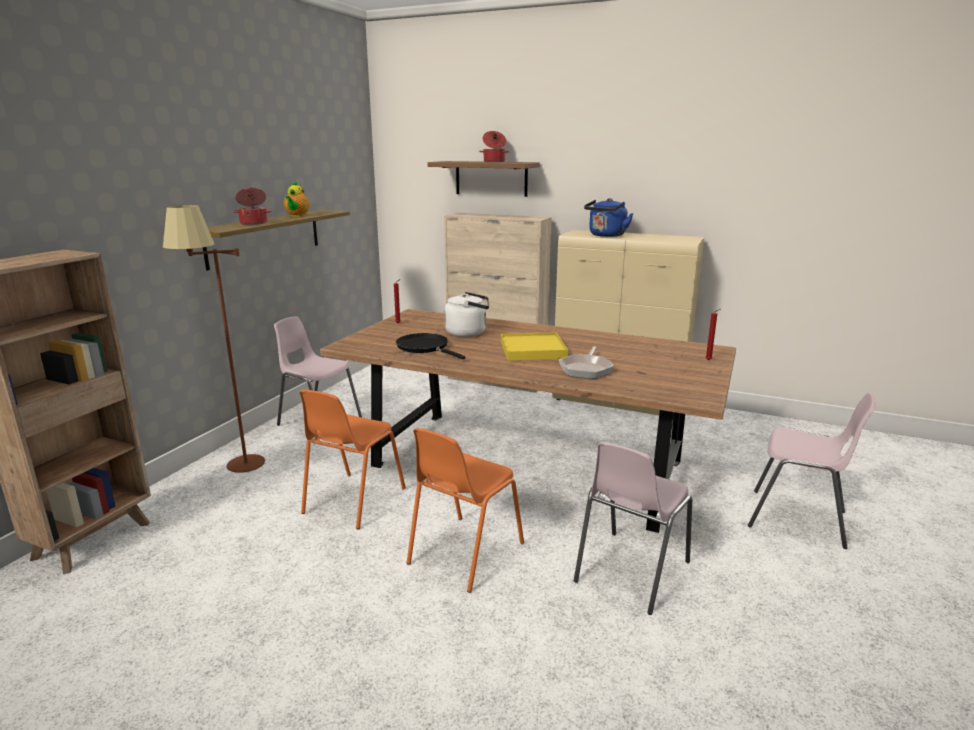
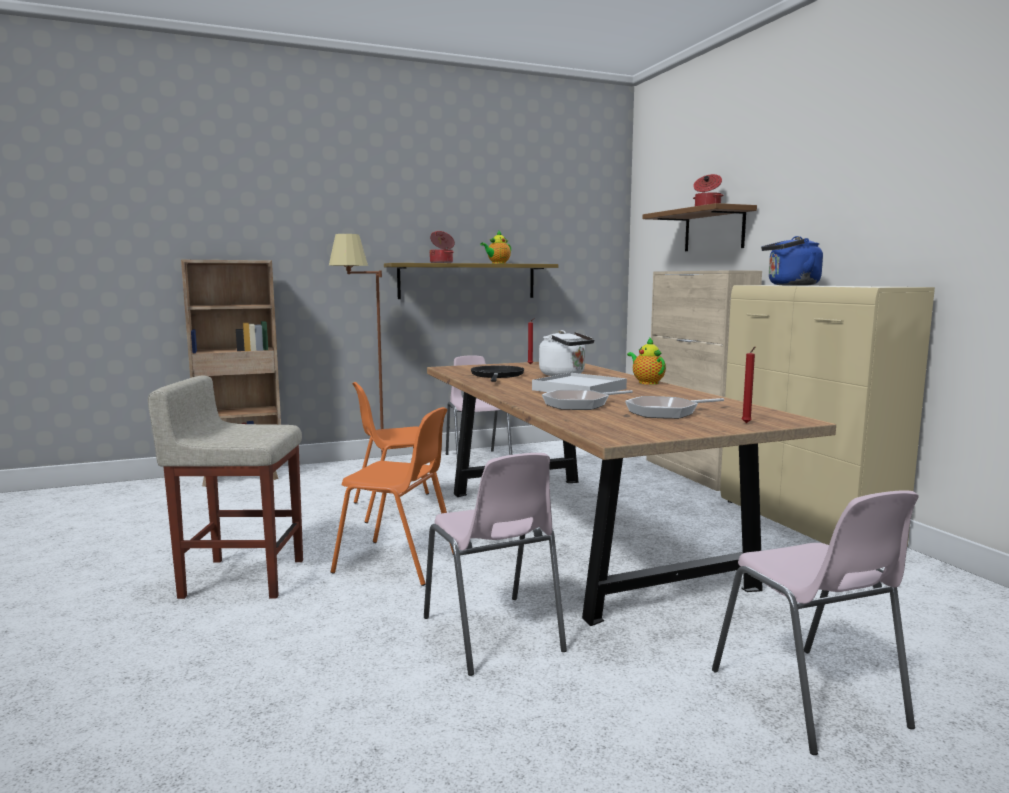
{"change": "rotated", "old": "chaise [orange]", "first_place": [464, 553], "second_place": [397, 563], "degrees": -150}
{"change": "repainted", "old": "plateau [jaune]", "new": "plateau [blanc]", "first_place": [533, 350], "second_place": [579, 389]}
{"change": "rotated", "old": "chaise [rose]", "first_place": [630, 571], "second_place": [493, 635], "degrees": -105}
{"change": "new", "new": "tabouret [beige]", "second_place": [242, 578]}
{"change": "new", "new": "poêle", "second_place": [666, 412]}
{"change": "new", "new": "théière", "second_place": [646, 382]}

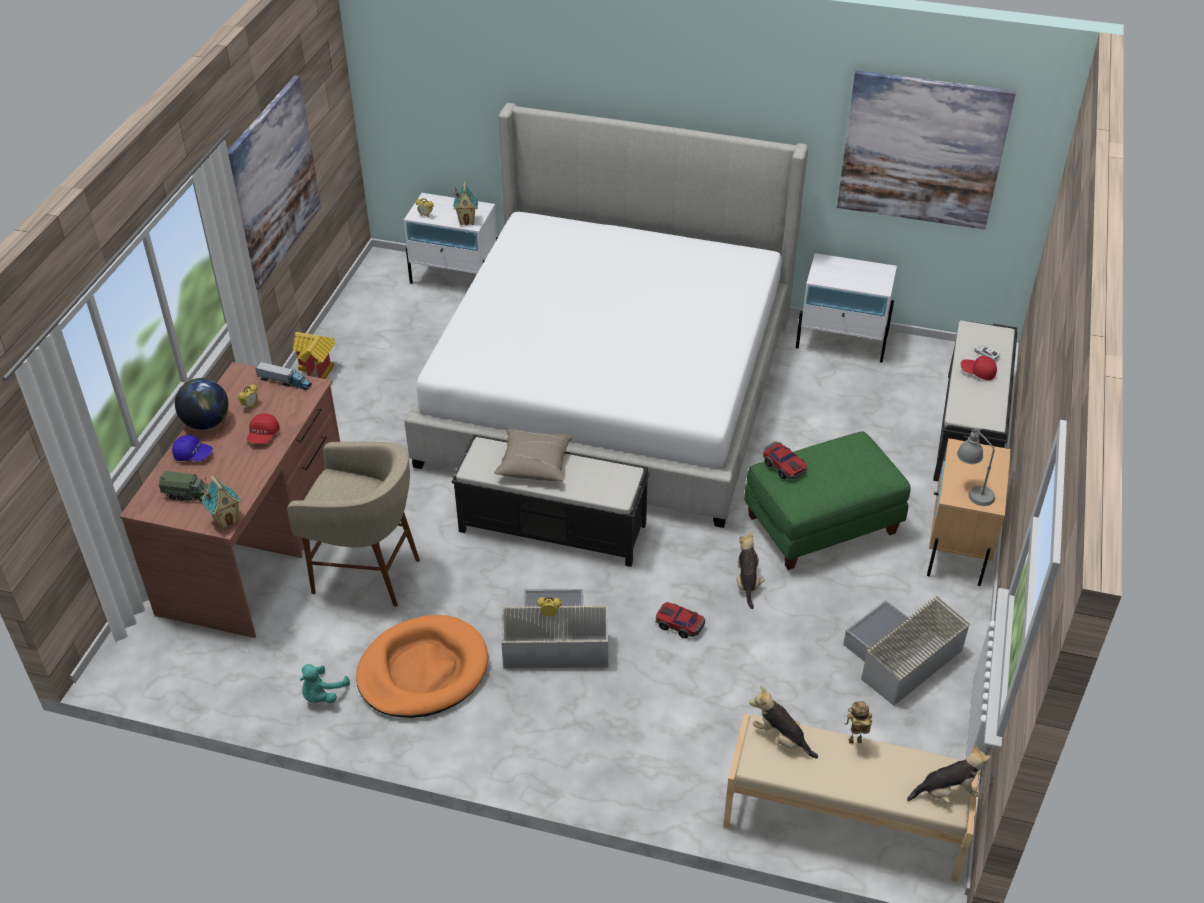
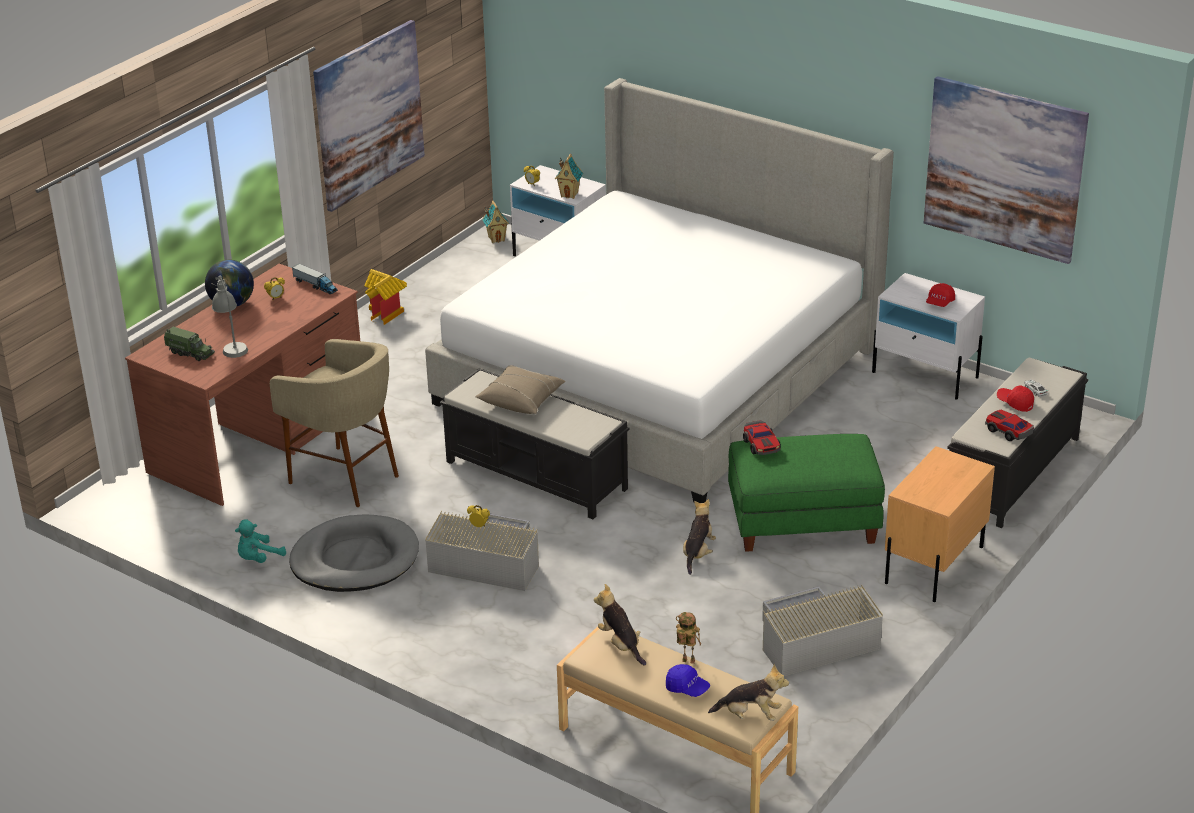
{"change": "shifted", "old": "casquette [bleu]", "first_place": [193, 455], "second_place": [687, 688]}
{"change": "shifted", "old": "maison miniature", "first_place": [226, 519], "second_place": [496, 239]}
{"change": "shifted", "old": "casquette [rouge]", "first_place": [263, 435], "second_place": [939, 302]}
{"change": "repainted", "old": "panier pour chien [orange]", "new": "panier pour chien [gris]", "first_place": [423, 671], "second_place": [355, 559]}
{"change": "shifted", "old": "petite voiture", "first_place": [679, 624], "second_place": [1008, 431]}
{"change": "shifted", "old": "lampe de table [gris]", "first_place": [971, 491], "second_place": [231, 346]}

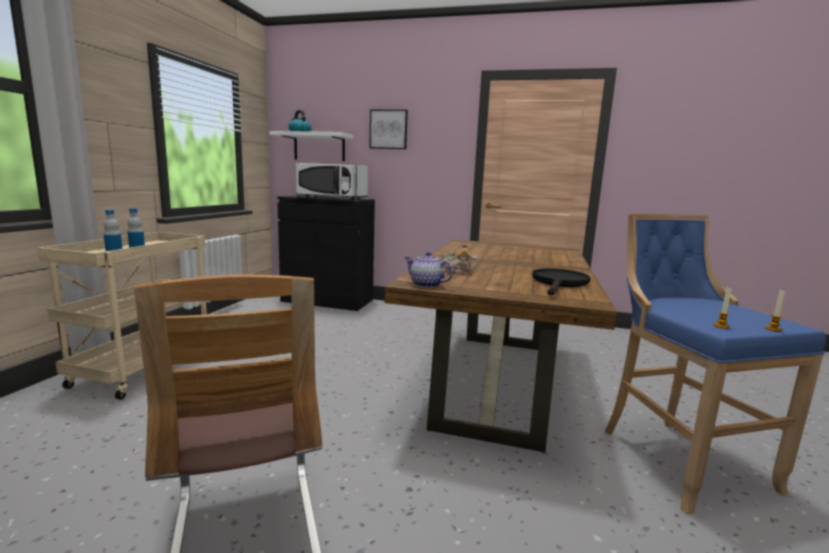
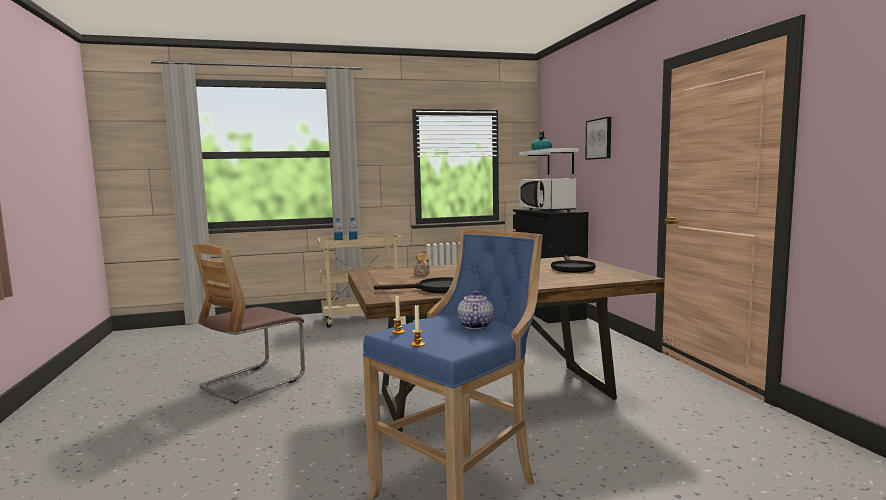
{"change": "shifted", "old": "théière", "first_place": [426, 285], "second_place": [474, 326]}
{"change": "new", "new": "poêle [noir]", "second_place": [571, 268]}

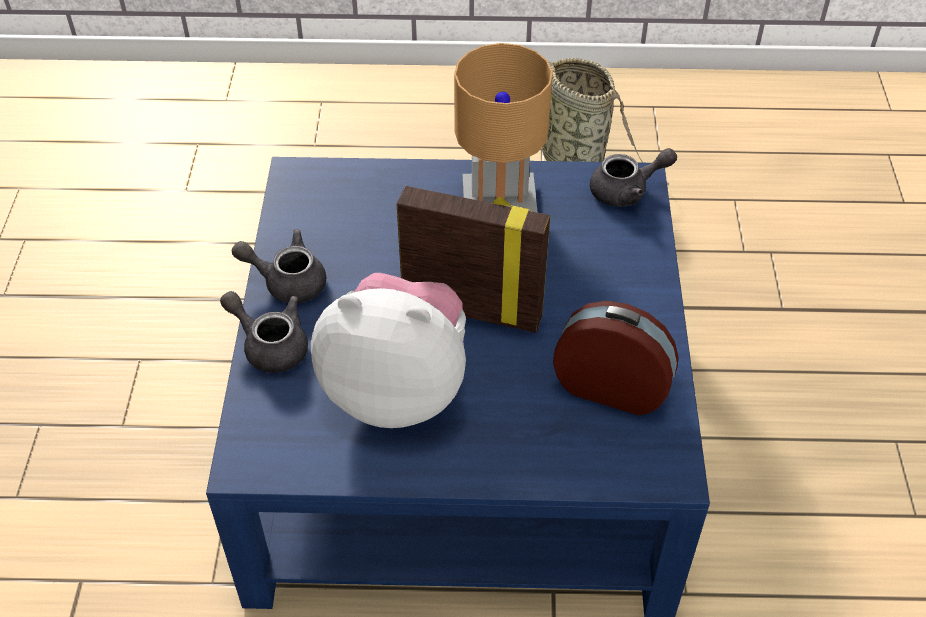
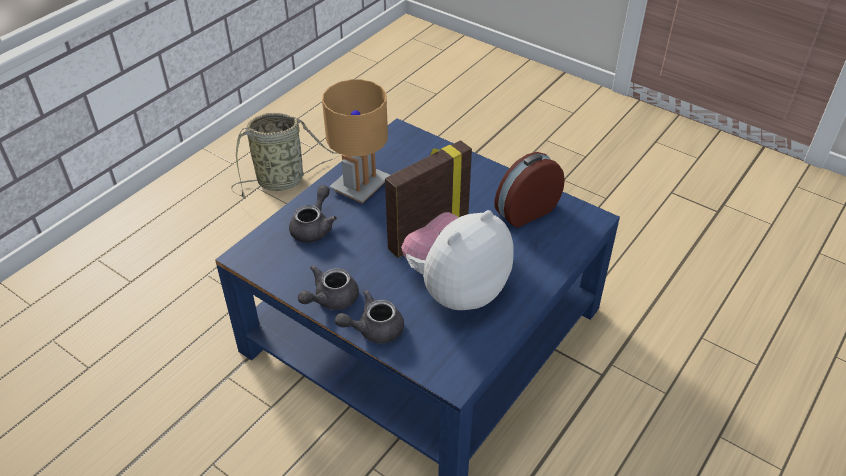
{"change": "shifted", "old": "théière [gris]", "first_place": [627, 191], "second_place": [314, 227]}

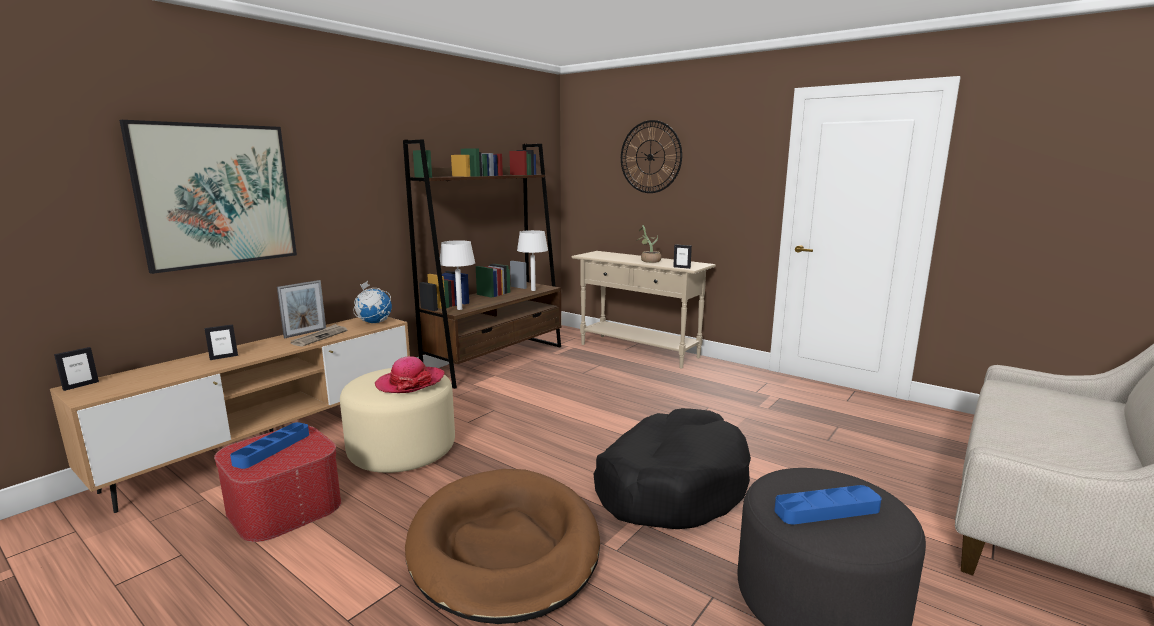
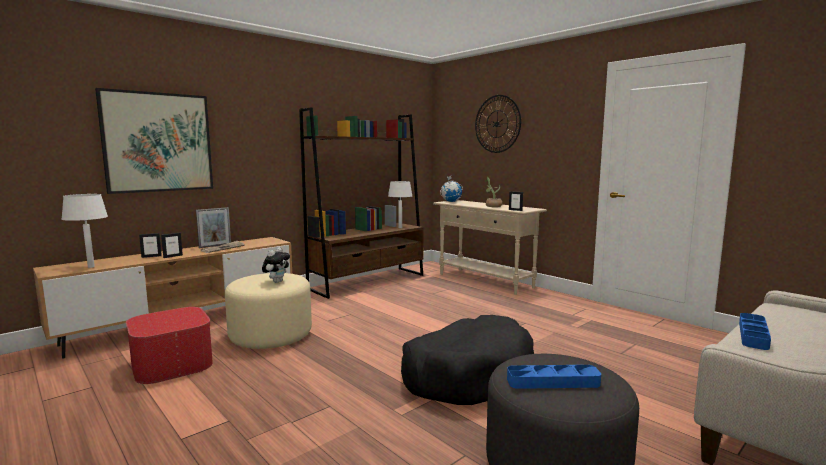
{"change": "shifted", "old": "cadre photo", "first_place": [81, 385], "second_place": [173, 256]}
{"change": "shifted", "old": "plateau [bleu]", "first_place": [272, 448], "second_place": [753, 334]}
{"change": "shifted", "old": "globe", "first_place": [374, 322], "second_place": [451, 202]}
{"change": "swapped", "old": "chapeau", "new": "peluche", "first_place": [410, 382], "second_place": [277, 281]}
{"change": "gone", "old": "panier pour chien [marron]", "first_place": [504, 547]}
{"change": "shifted", "old": "lampe de table [blanc]", "first_place": [460, 309], "second_place": [91, 267]}

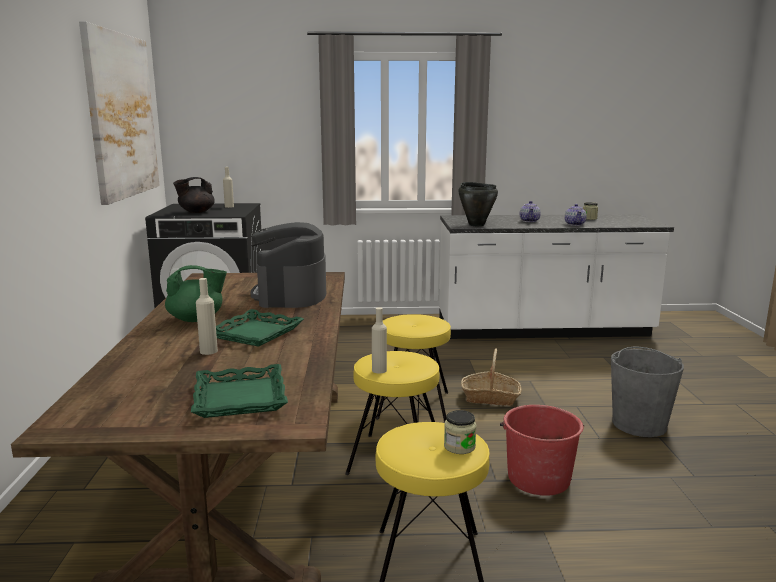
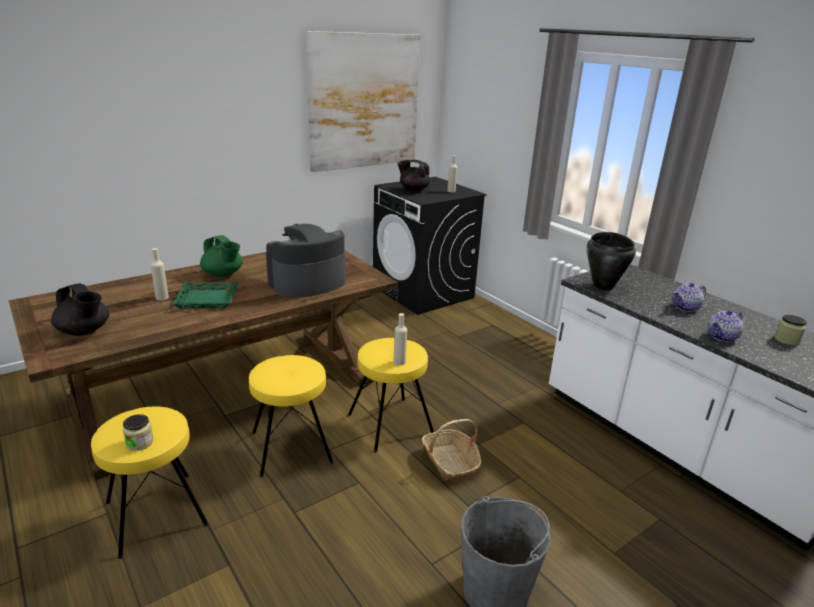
{"change": "swapped", "old": "plateau [vert]", "new": "théière [noir]", "first_place": [241, 398], "second_place": [84, 331]}
{"change": "shifted", "old": "bouteille [beige]", "first_place": [379, 370], "second_place": [399, 362]}
{"change": "gone", "old": "seau [rouge]", "first_place": [538, 478]}

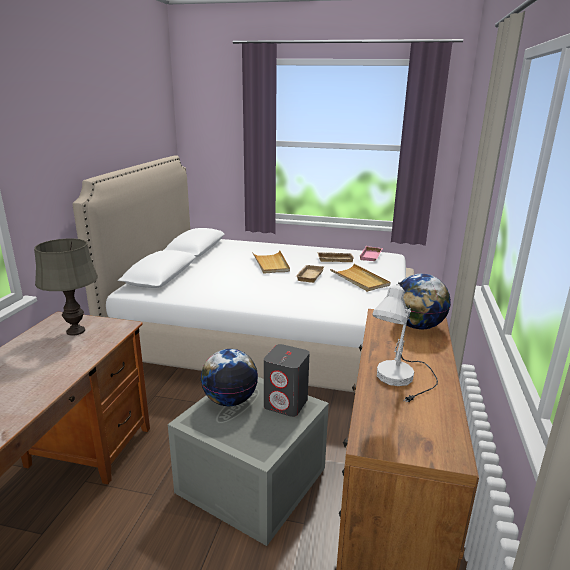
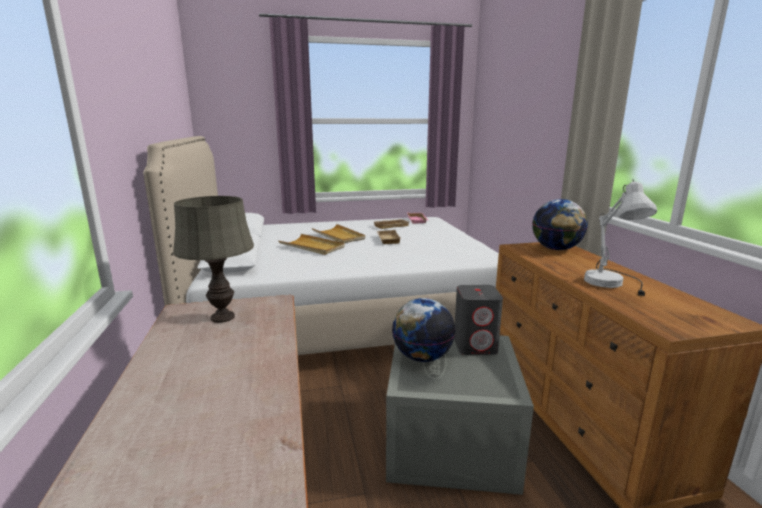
{"change": "shifted", "old": "plateau [beige]", "first_place": [359, 280], "second_place": [312, 246]}

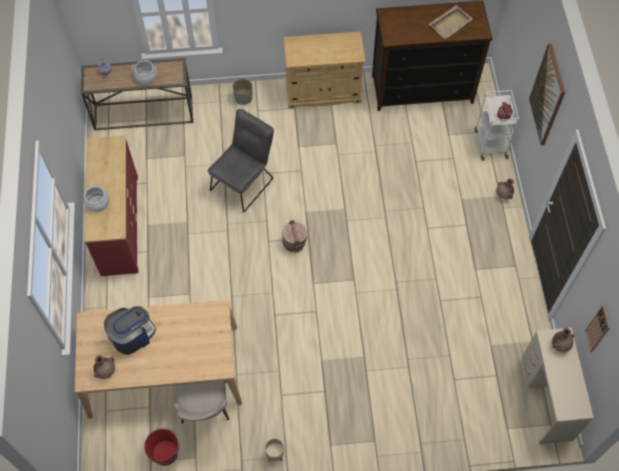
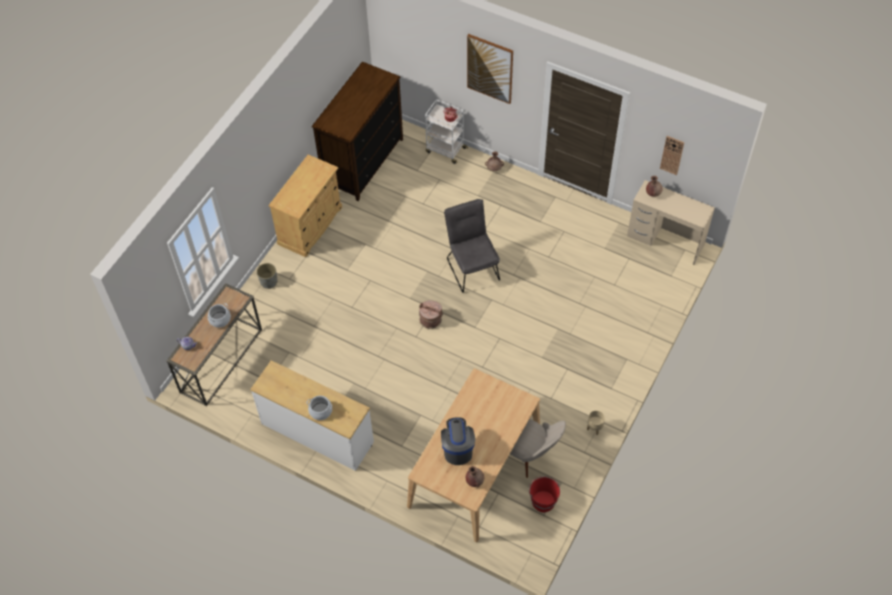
{"change": "repainted", "old": "commode [rouge]", "new": "commode [blanc]", "first_place": [119, 225], "second_place": [317, 433]}
{"change": "shifted", "old": "chaise [gris]", "first_place": [244, 181], "second_place": [471, 266]}
{"change": "gone", "old": "plateau [beige]", "first_place": [450, 23]}

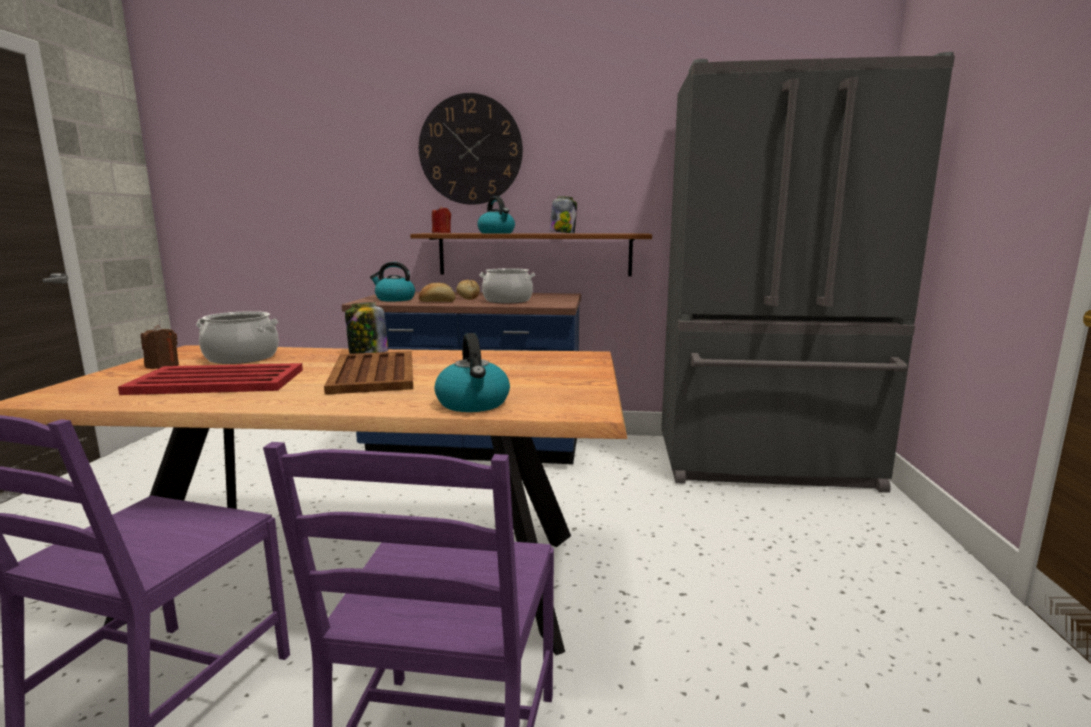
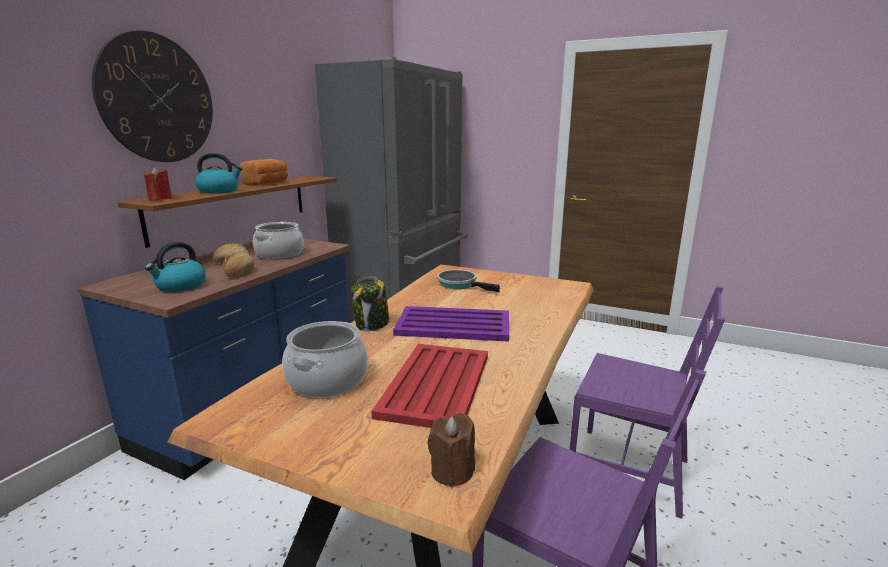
{"change": "shifted", "old": "bougie [marron]", "first_place": [162, 366], "second_place": [452, 471]}
{"change": "repainted", "old": "plateau [marron]", "new": "plateau [violet]", "first_place": [373, 374], "second_place": [454, 325]}
{"change": "gone", "old": "bouilloire", "first_place": [473, 404]}
{"change": "swapped", "old": "bocal", "new": "pain", "first_place": [562, 233], "second_place": [267, 183]}
{"change": "new", "new": "poêle", "second_place": [460, 284]}

